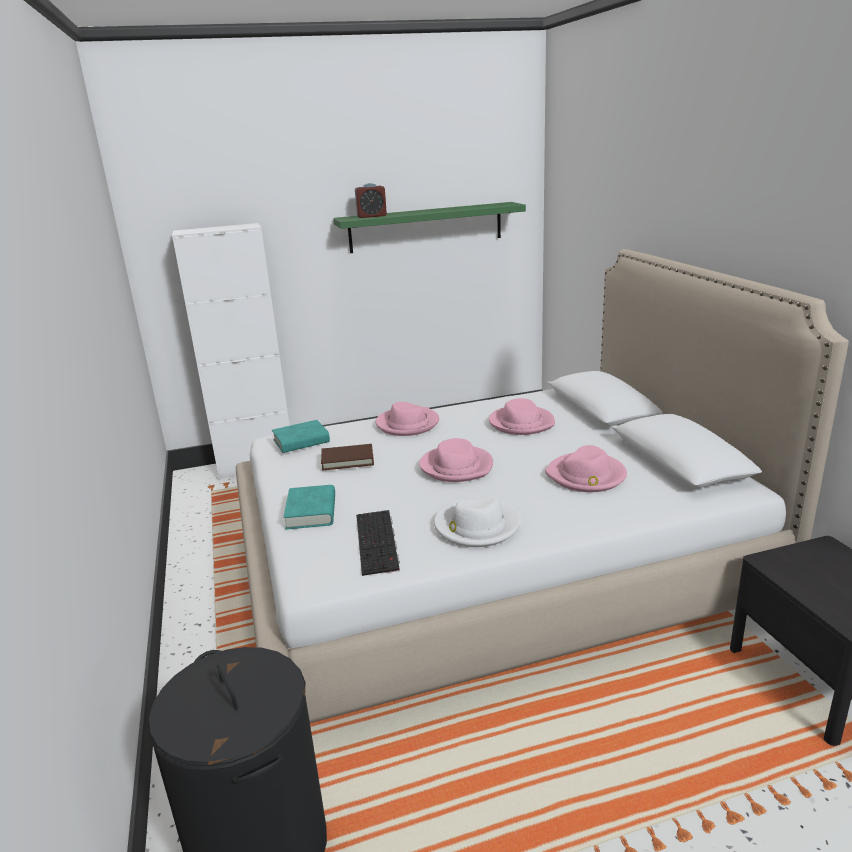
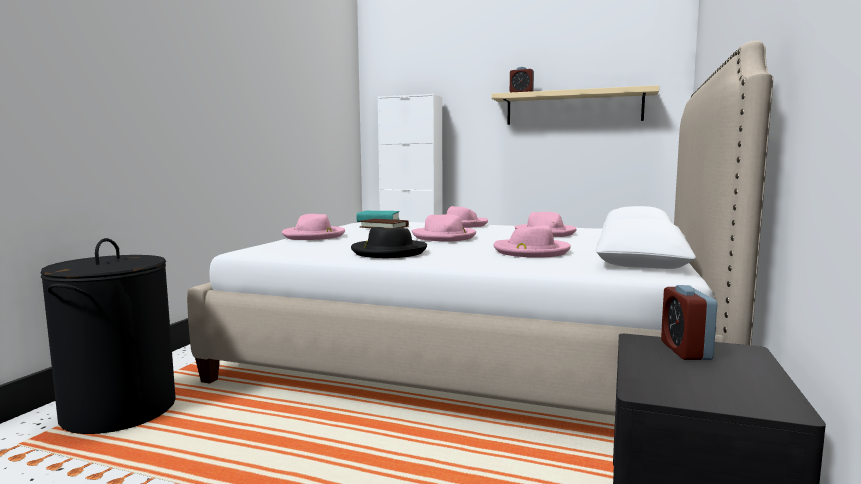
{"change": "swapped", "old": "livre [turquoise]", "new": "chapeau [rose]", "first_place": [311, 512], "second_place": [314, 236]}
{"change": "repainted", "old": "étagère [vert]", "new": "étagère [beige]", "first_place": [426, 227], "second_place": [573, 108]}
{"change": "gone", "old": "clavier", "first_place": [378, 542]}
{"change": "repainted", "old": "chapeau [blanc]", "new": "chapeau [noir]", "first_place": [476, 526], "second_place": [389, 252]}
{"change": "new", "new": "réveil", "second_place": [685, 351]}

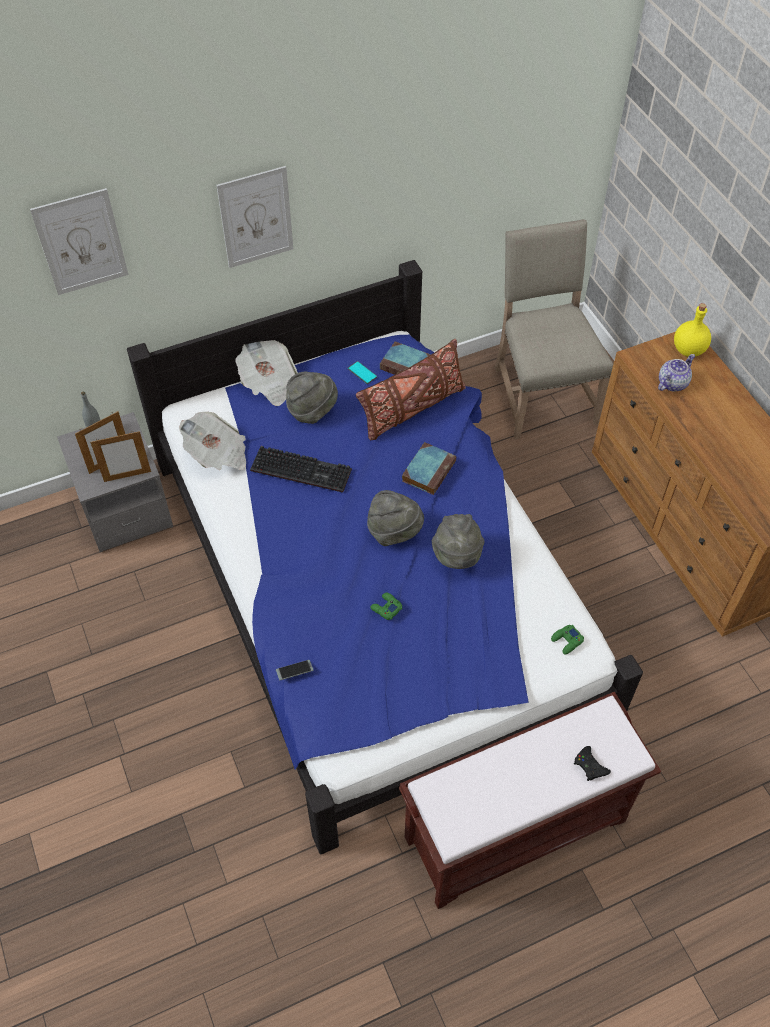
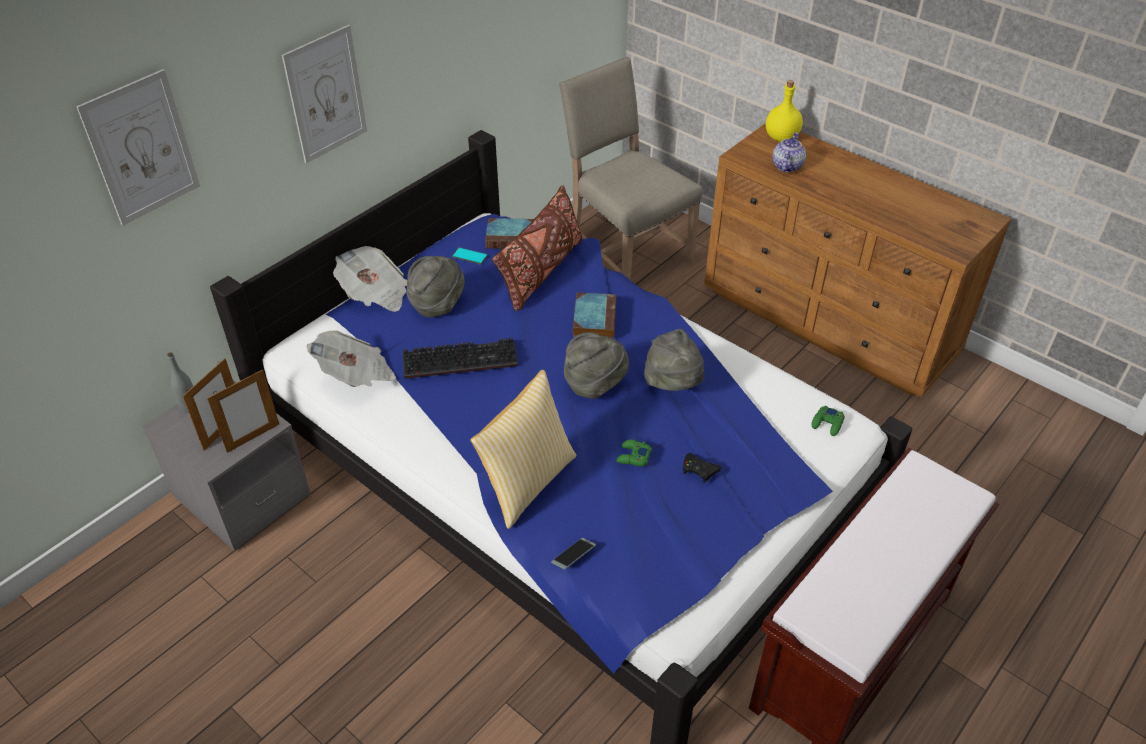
{"change": "shifted", "old": "manette [noir]", "first_place": [590, 766], "second_place": [699, 470]}
{"change": "new", "new": "coussin", "second_place": [526, 482]}

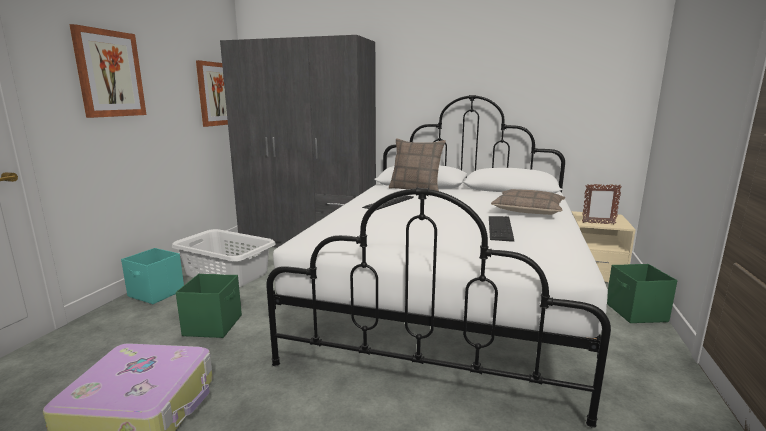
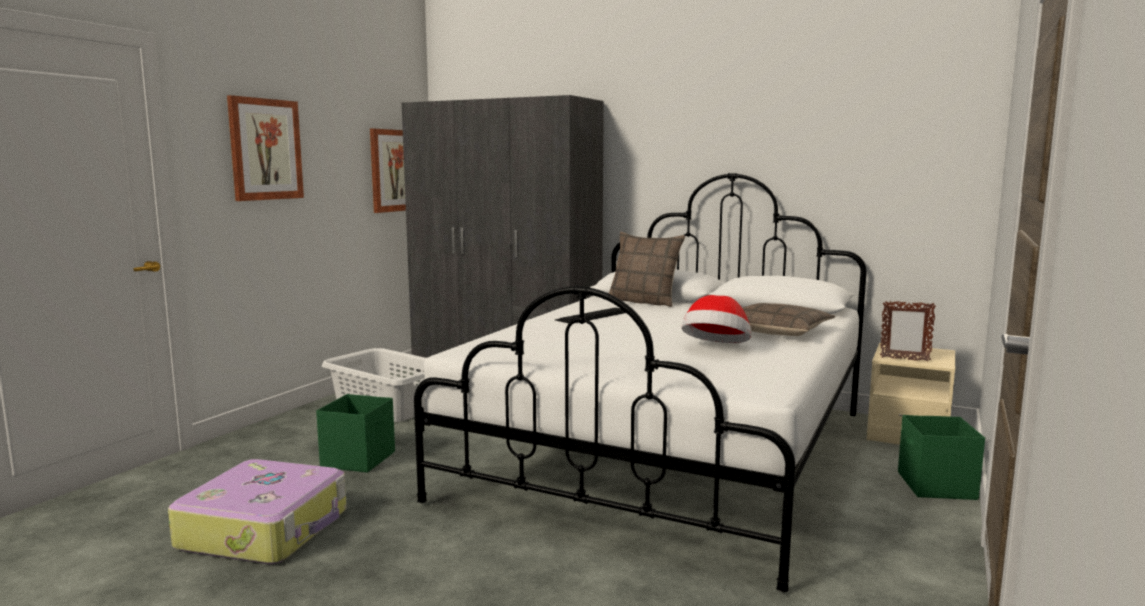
{"change": "gone", "old": "boîte de rangement [turquoise]", "first_place": [156, 293]}
{"change": "swapped", "old": "clavier", "new": "chapeau", "first_place": [500, 228], "second_place": [716, 348]}

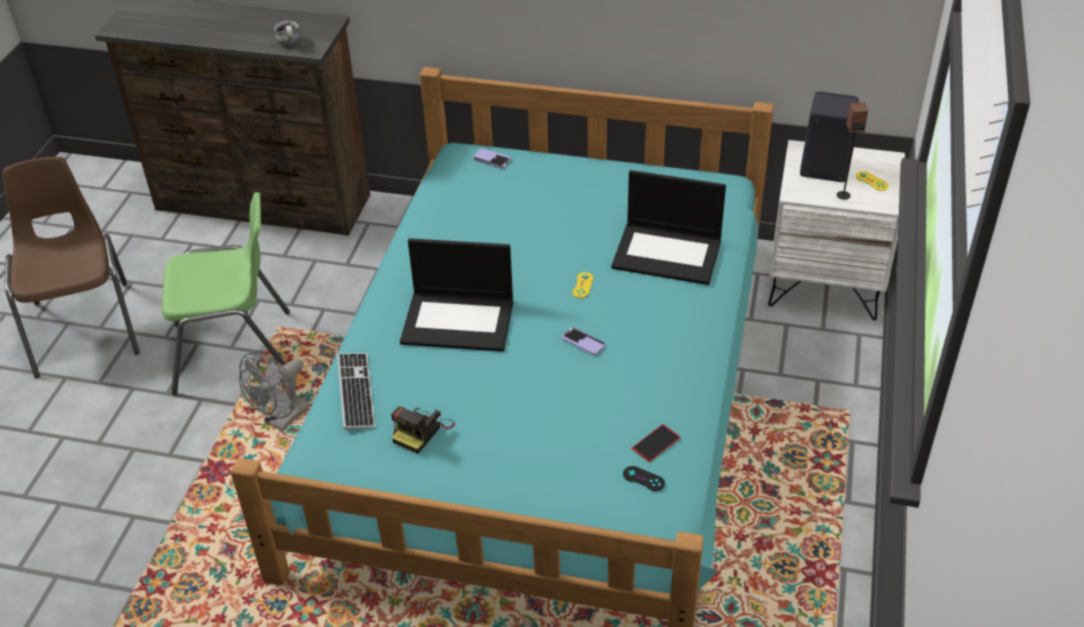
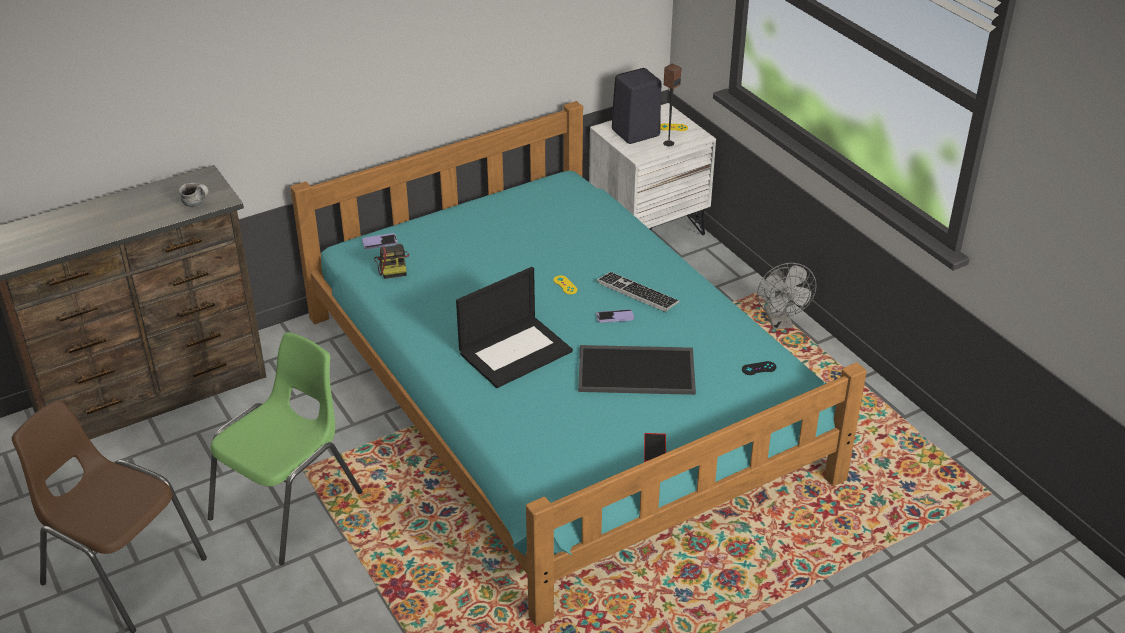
{"change": "shifted", "old": "ventilateur [gris]", "first_place": [283, 419], "second_place": [780, 323]}
{"change": "shifted", "old": "clavier", "first_place": [356, 392], "second_place": [637, 293]}
{"change": "shifted", "old": "appareil photo", "first_place": [422, 431], "second_place": [393, 265]}
{"change": "gone", "old": "ordinateur portable", "first_place": [668, 253]}
{"change": "shifted", "old": "téléphone", "first_place": [656, 443], "second_place": [655, 448]}
{"change": "new", "new": "plateau", "second_place": [637, 369]}

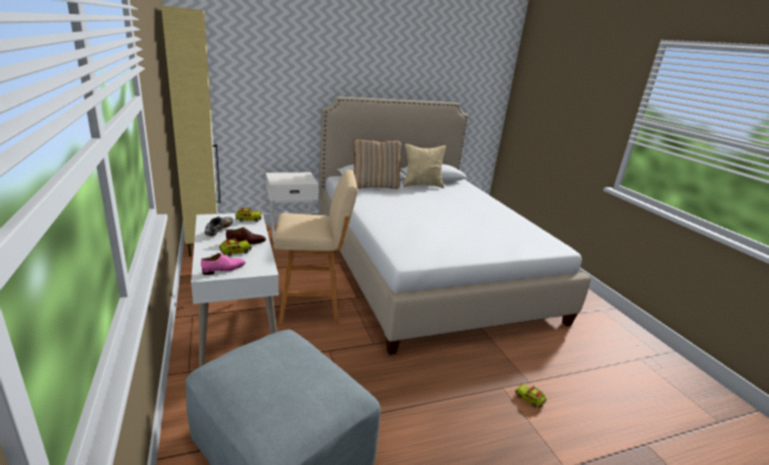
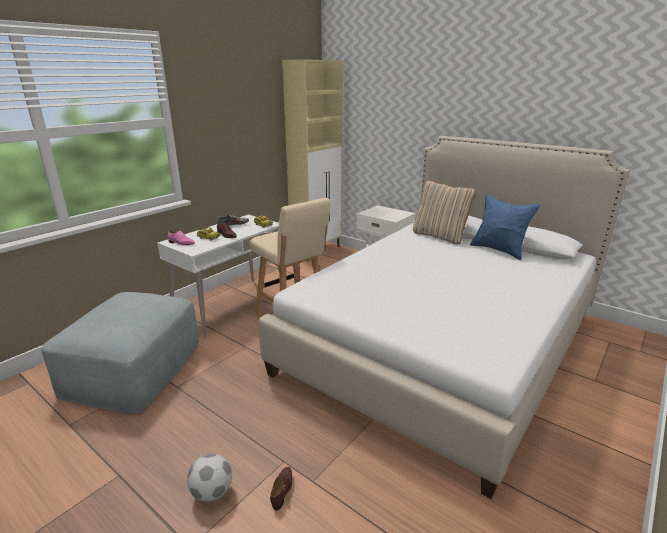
{"change": "repainted", "old": "coussin [beige]", "new": "coussin [bleu]", "first_place": [422, 185], "second_place": [499, 250]}
{"change": "swapped", "old": "camion jouet", "new": "chaussure [marron]", "first_place": [529, 399], "second_place": [282, 489]}
{"change": "new", "new": "ballon de foot", "second_place": [212, 492]}

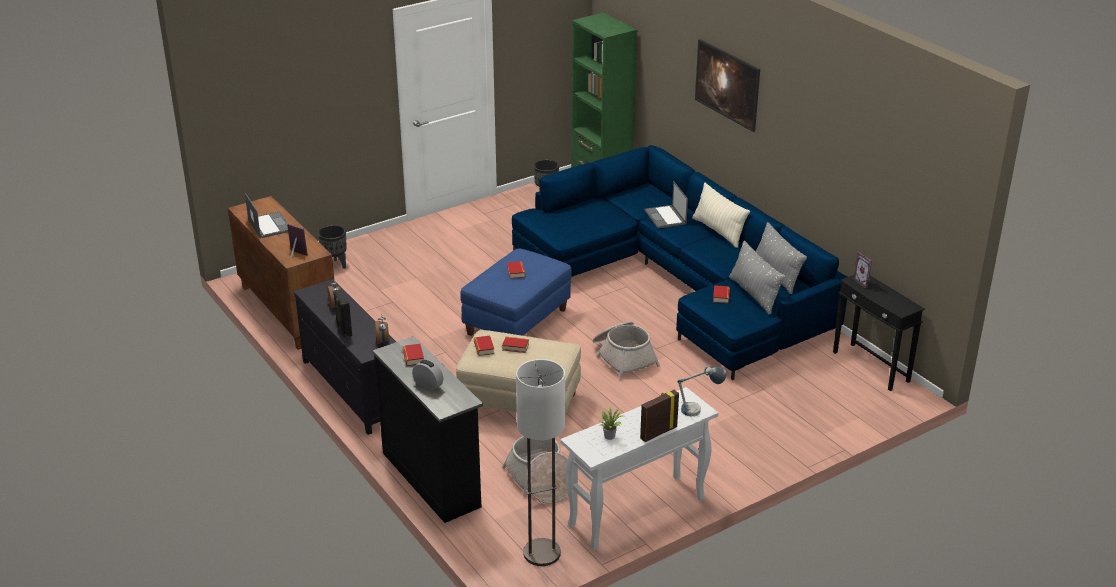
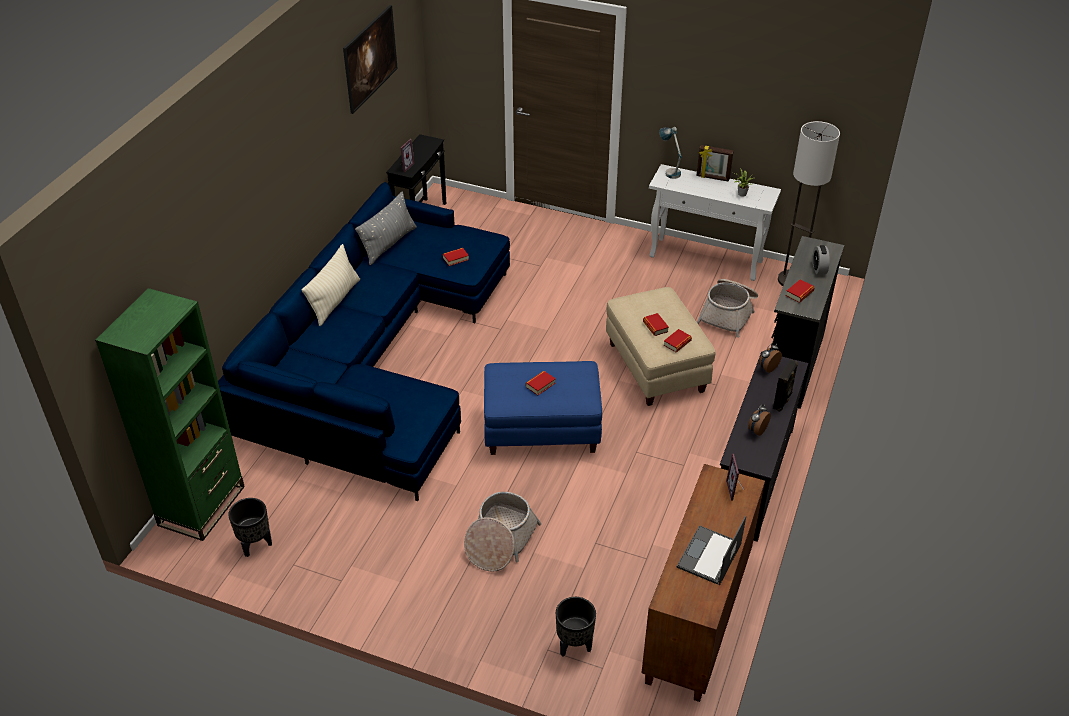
{"change": "shifted", "old": "panier", "first_place": [623, 357], "second_place": [500, 541]}
{"change": "gone", "old": "ordinateur portable", "first_place": [665, 217]}
{"change": "shifted", "old": "tableau", "first_place": [726, 99], "second_place": [372, 74]}
{"change": "gone", "old": "coussin [gris]", "first_place": [754, 294]}

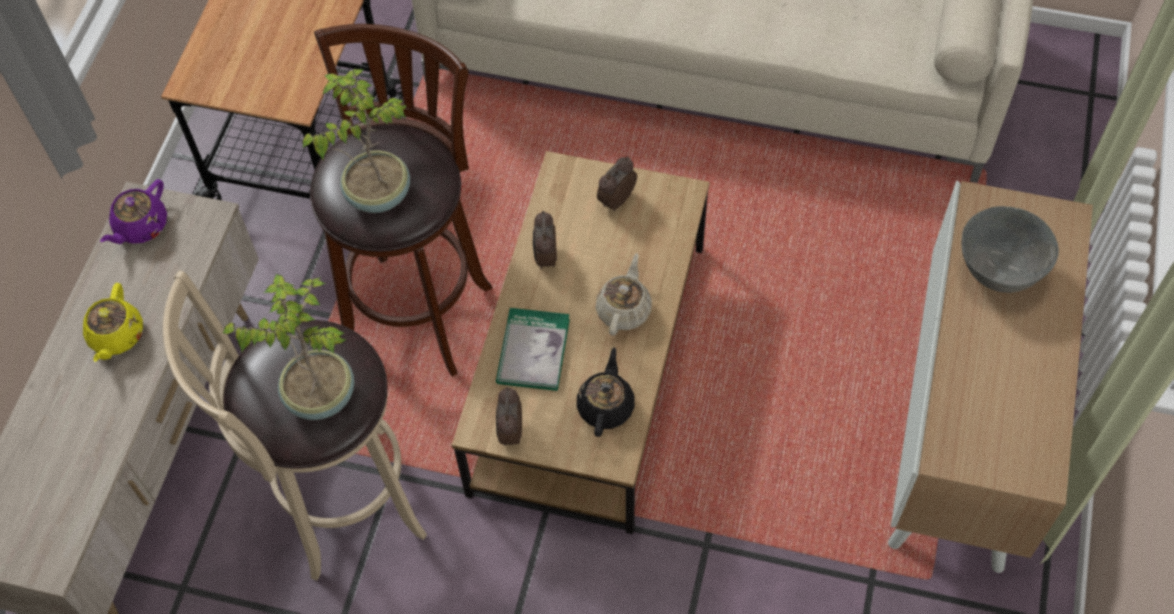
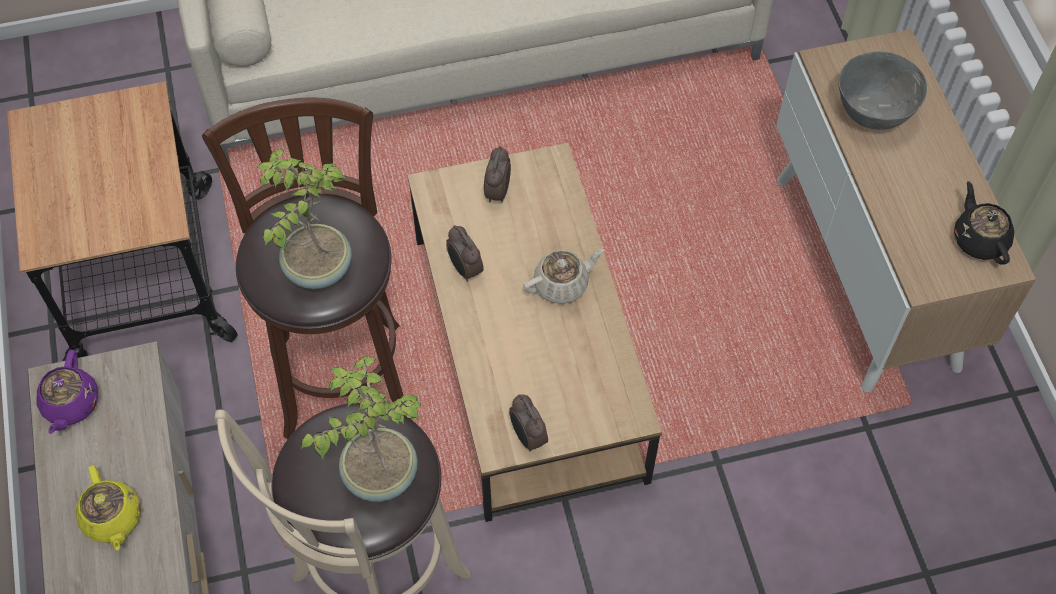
{"change": "gone", "old": "livre", "first_place": [533, 351]}
{"change": "shifted", "old": "théière [noir]", "first_place": [606, 406], "second_place": [979, 239]}
{"change": "rotated", "old": "théière [beige]", "first_place": [624, 309], "second_place": [562, 284], "degrees": 75}

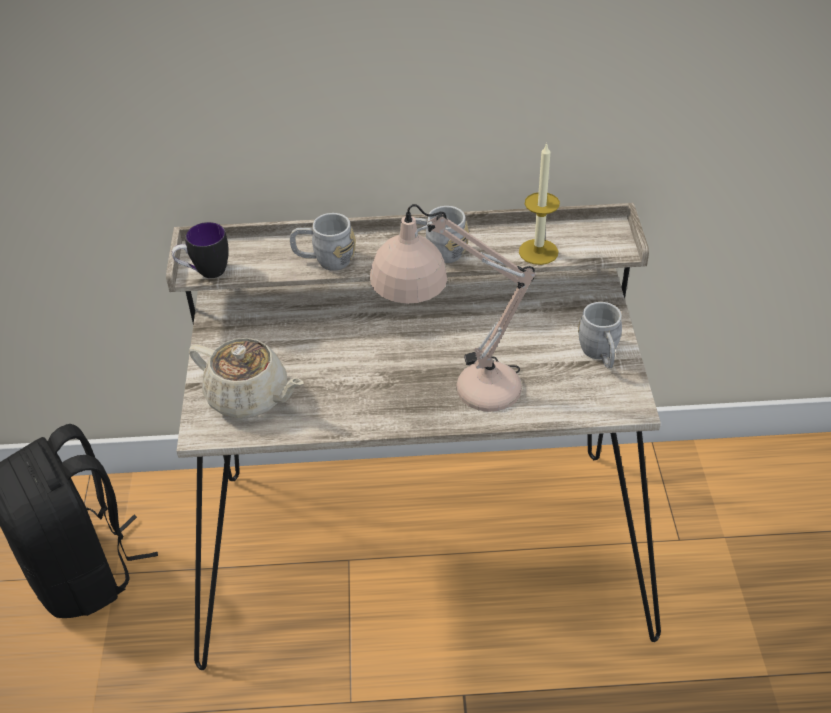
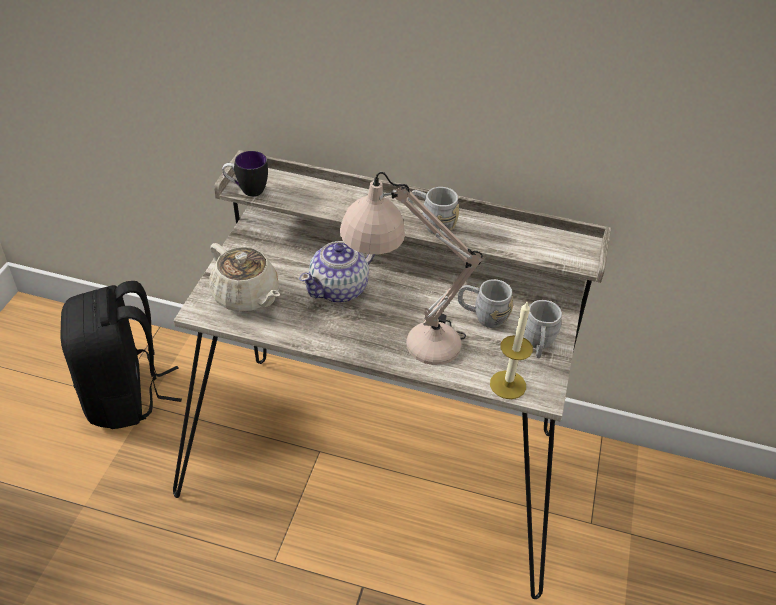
{"change": "shifted", "old": "mug [gris]", "first_place": [324, 260], "second_place": [482, 316]}
{"change": "shifted", "old": "bougie", "first_place": [538, 252], "second_place": [508, 385]}
{"change": "new", "new": "théière", "second_place": [339, 289]}

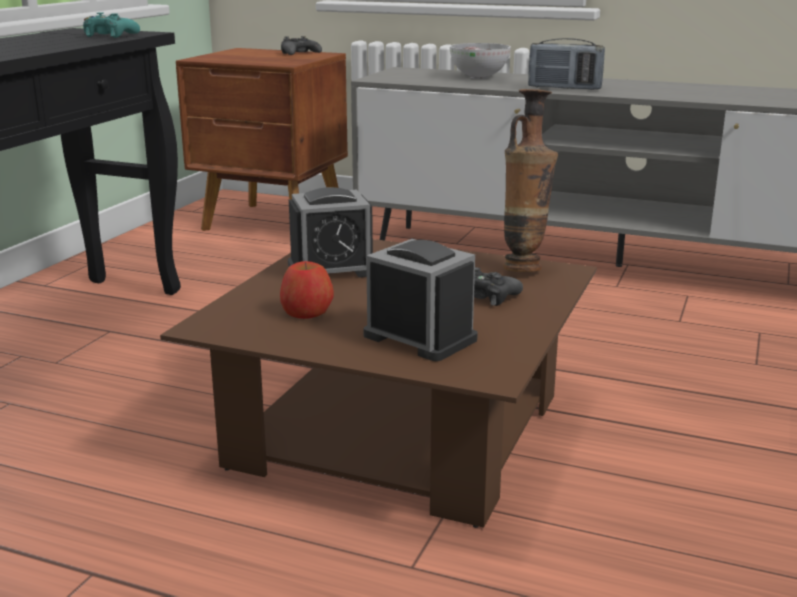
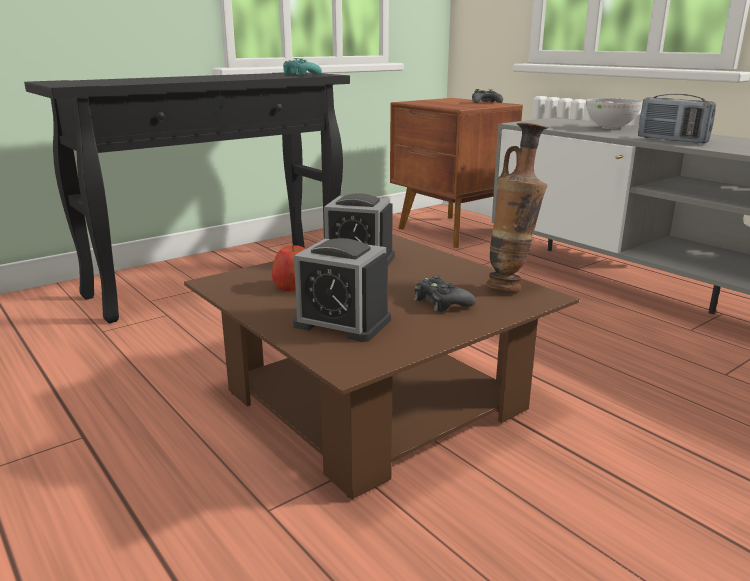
{"change": "rotated", "old": "réveil", "first_place": [420, 337], "second_place": [342, 323], "degrees": 135}

